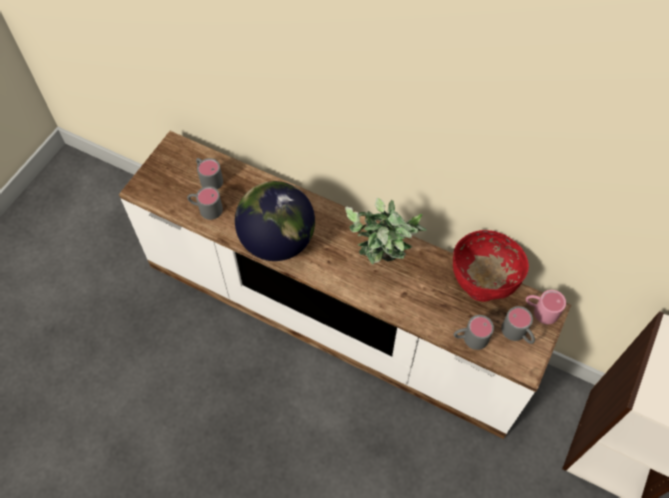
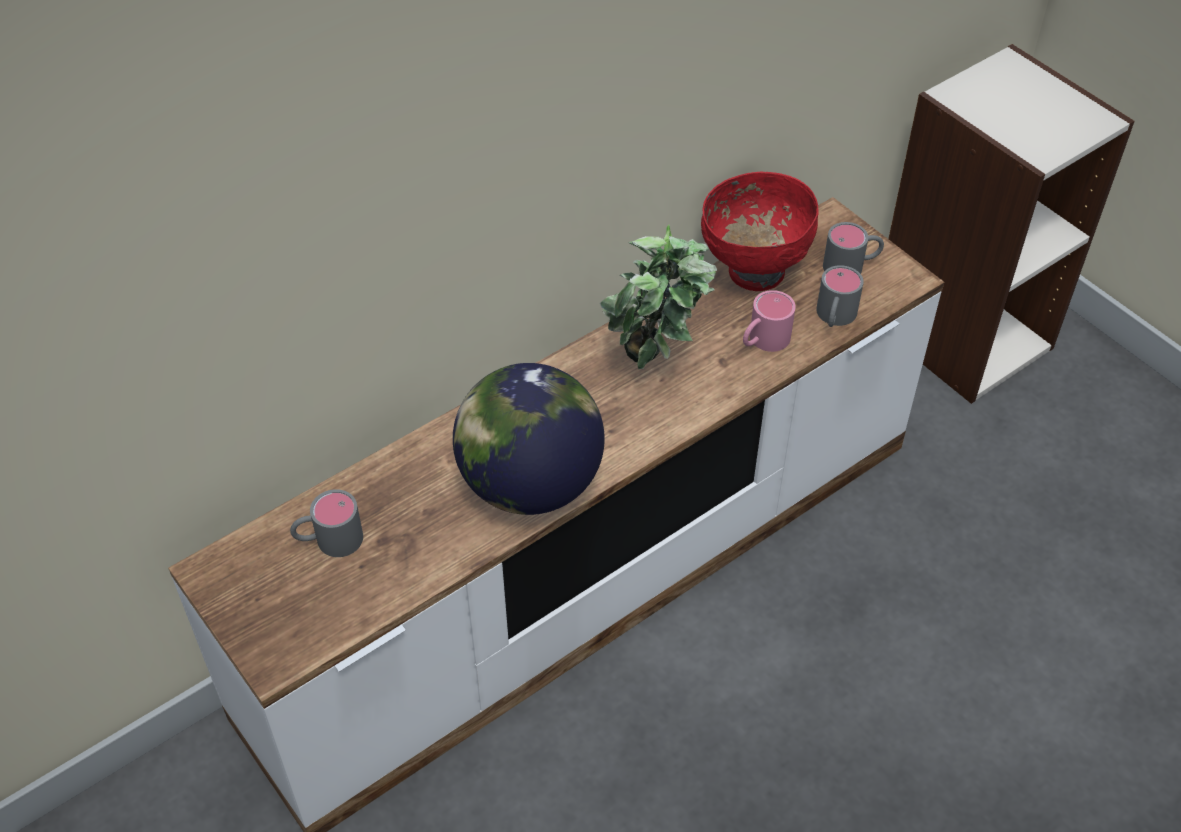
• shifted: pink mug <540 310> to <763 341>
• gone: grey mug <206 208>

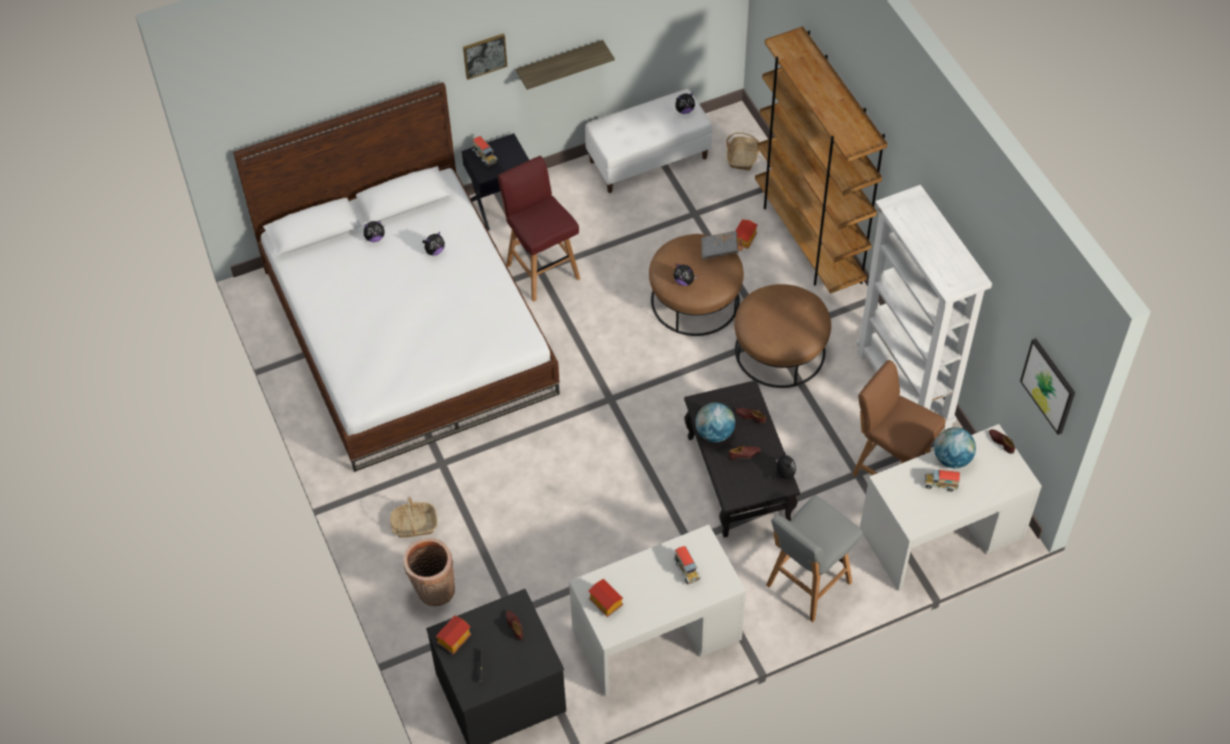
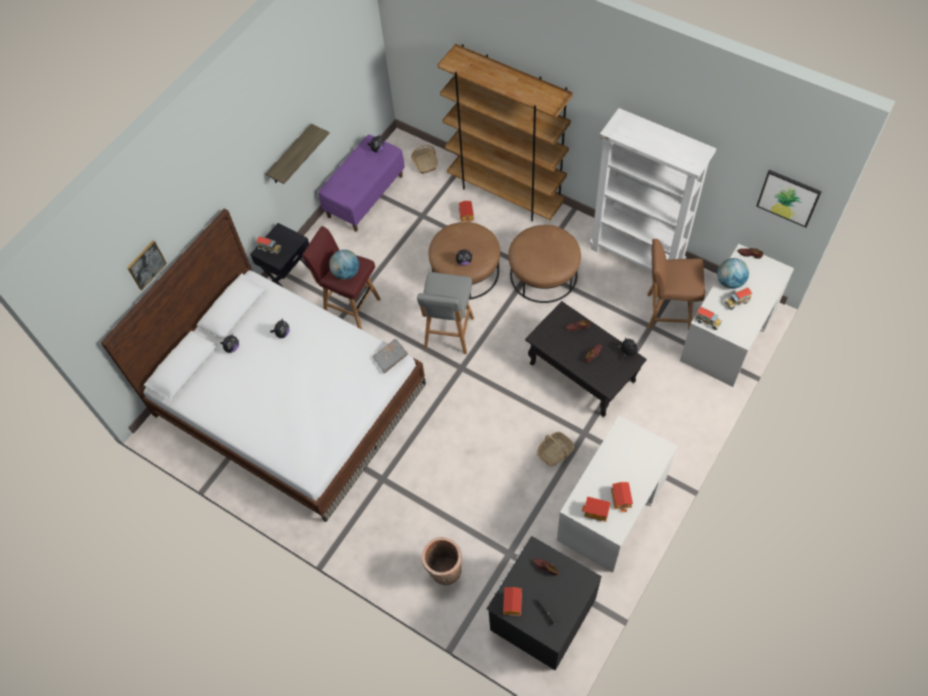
• shifted: picture <484 55> to <146 264>
• repainted: white bench <648 159> to purple bench <365 196>
• shifted: globe <714 433> to <346 273>
• shifted: grey book <719 249> to <390 358>
• shifted: grey stool <807 585> to <448 334>
• shifted: basket <414 525> to <555 452>
• new: toy house <621 499>
• shifted: toy truck <686 571> to <707 322>

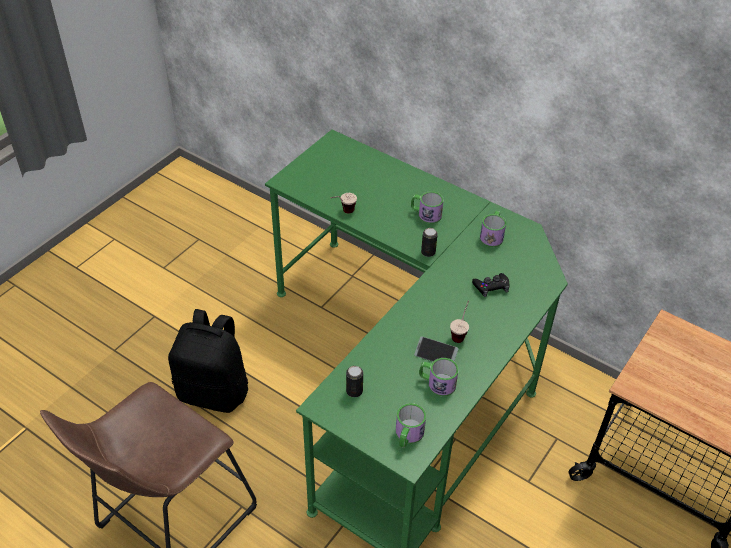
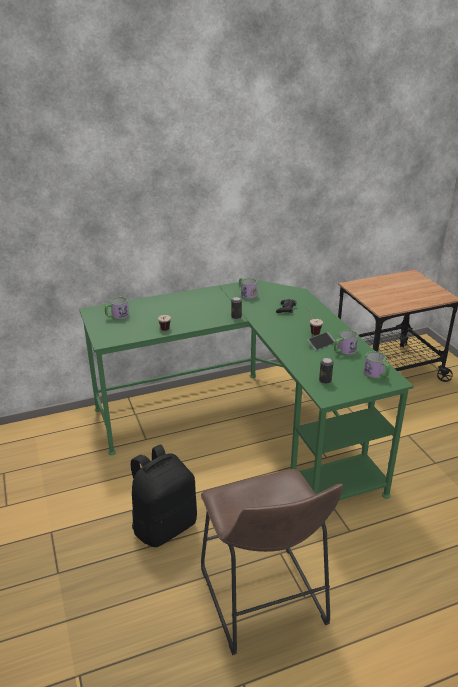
• shifted: mug <425 214> to <117 316>

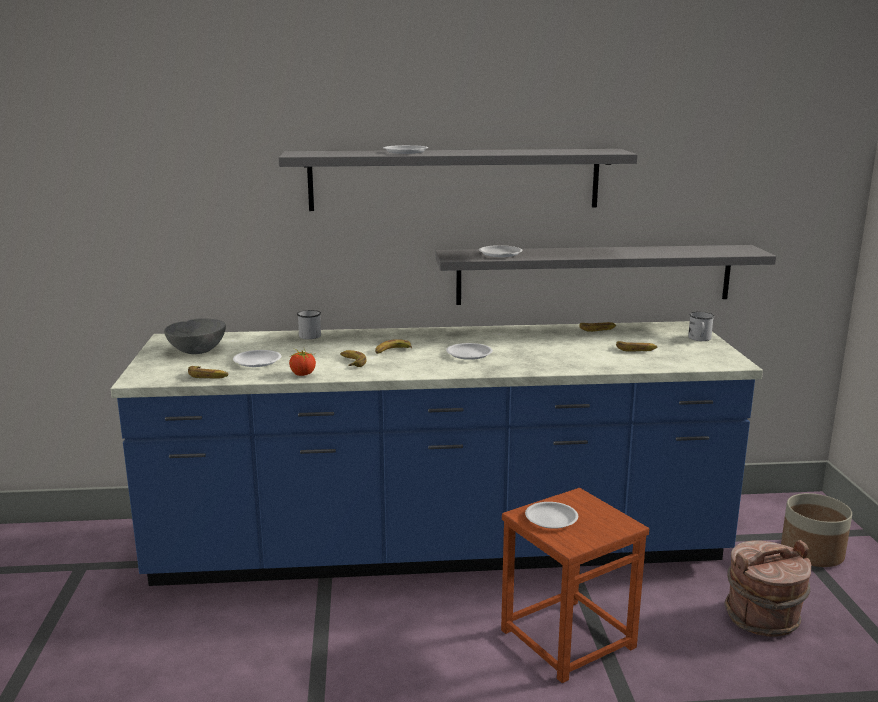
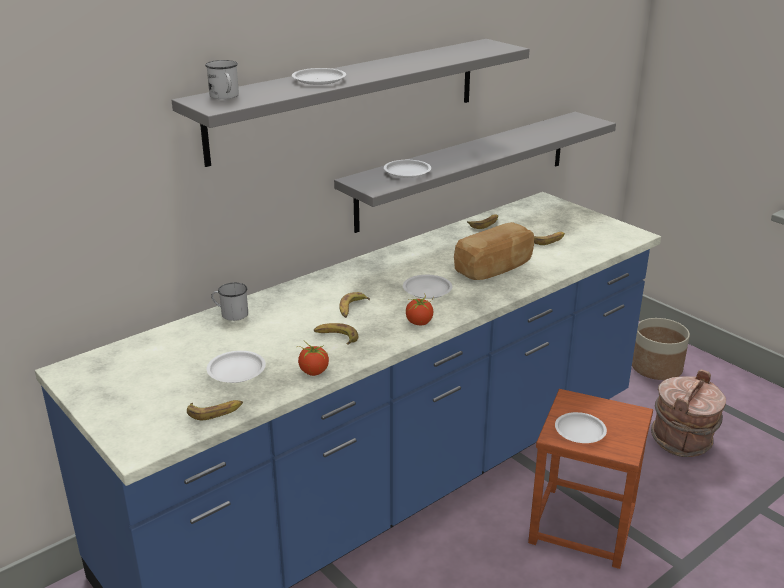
• shifted: white mug <700 339> to <225 96>
• new: tomato <419 322>
• new: bread <495 268>
• gone: grey bowl <197 350>

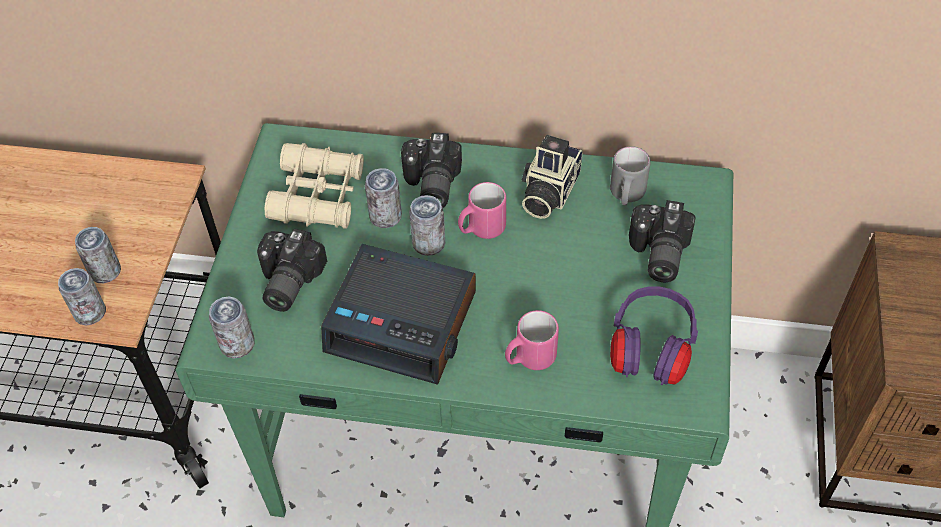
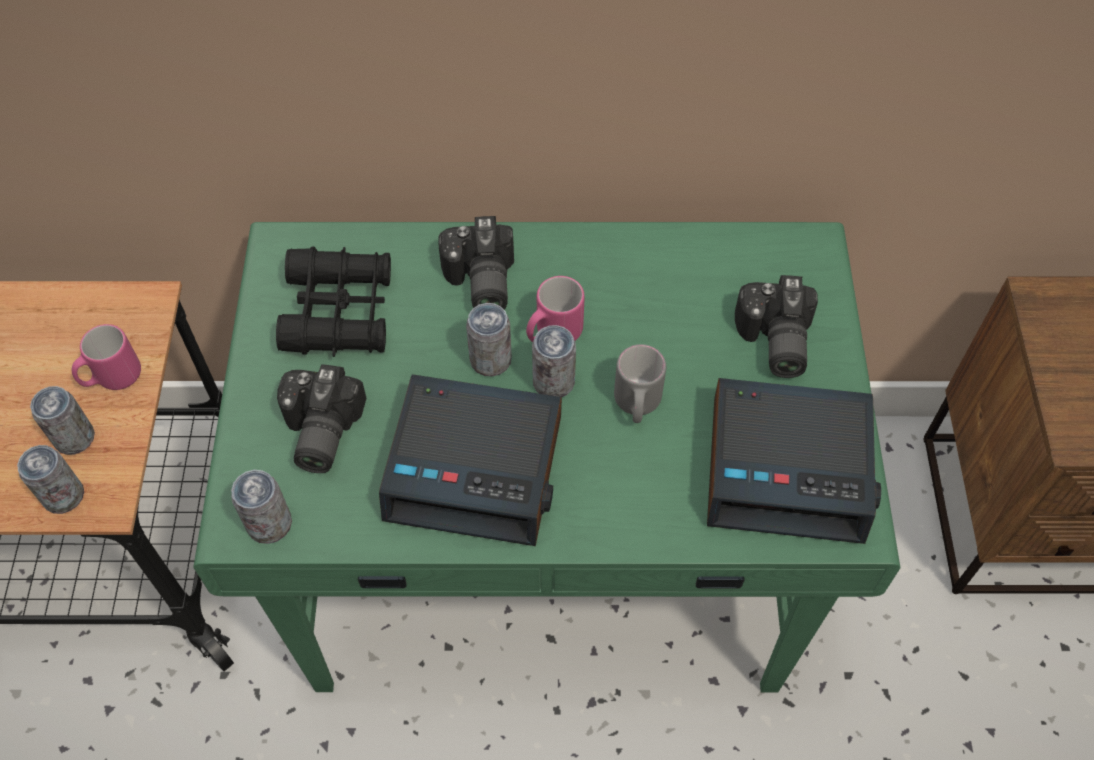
• shifted: pink mug <529 358> to <112 378>
• repainted: beige binoculars <318 195> to black binoculars <339 311>
• shifted: can <385 216> to <553 382>
• shifted: grey mug <626 195> to <637 405>
• swapped: purple headphones <650 350> to alarm clock <788 468>
• gone: photo camera <547 192>

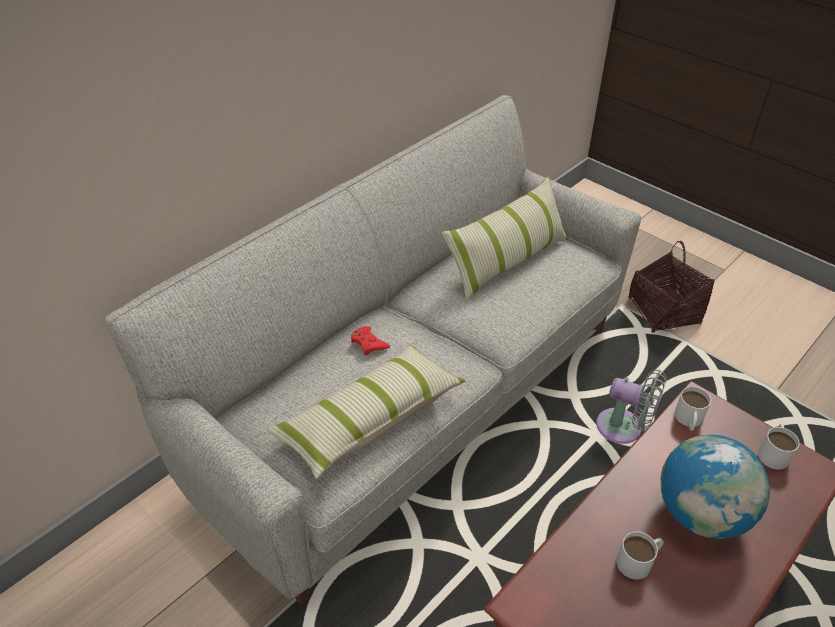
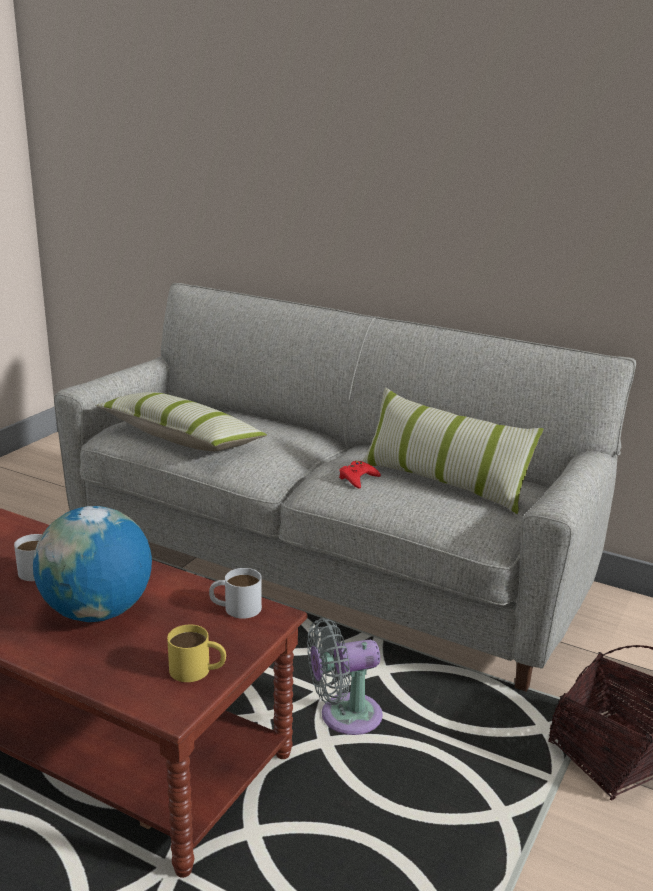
• repainted: white mug <773 452> to yellow mug <197 670>
• rotated: grey fan <624 429> = <344 717> 60 degrees clockwise
• shifted: red game controller <368 343> to <358 478>

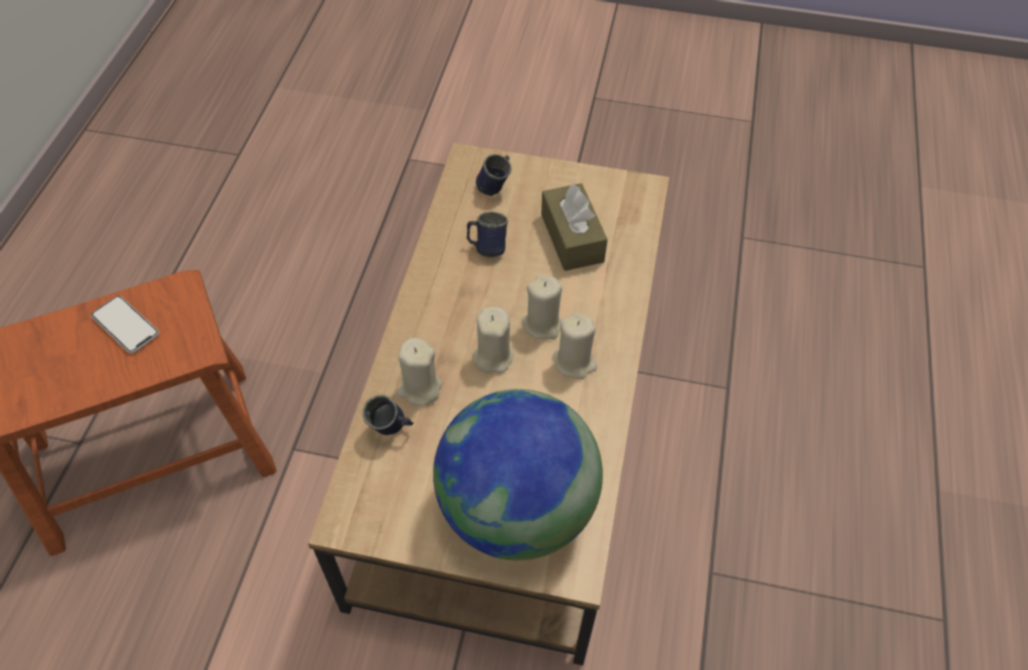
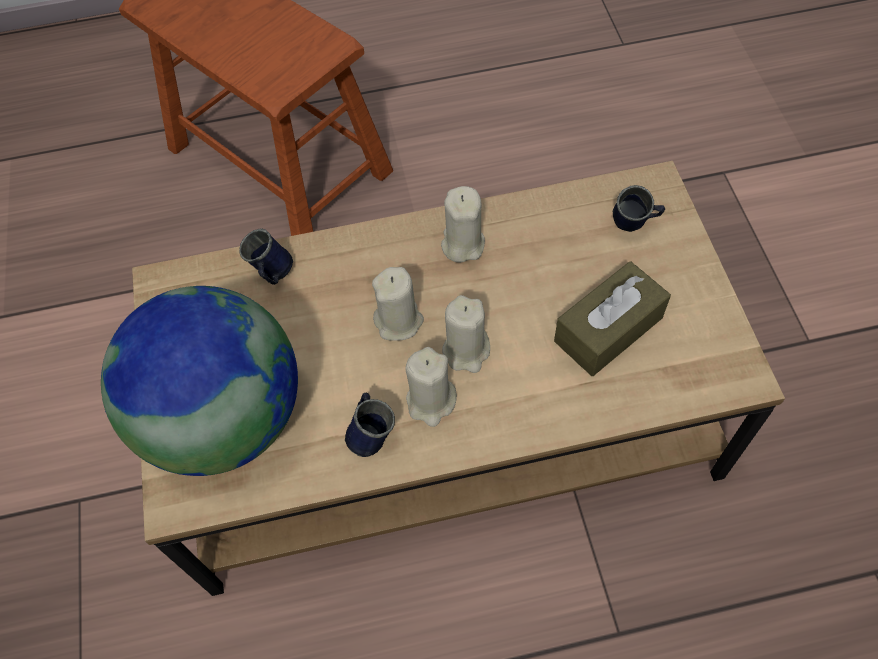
• shifted: blue mug <486 247> to <371 434>
• shifted: beige candle <419 388> to <462 244>
• gone: phone <125 325>

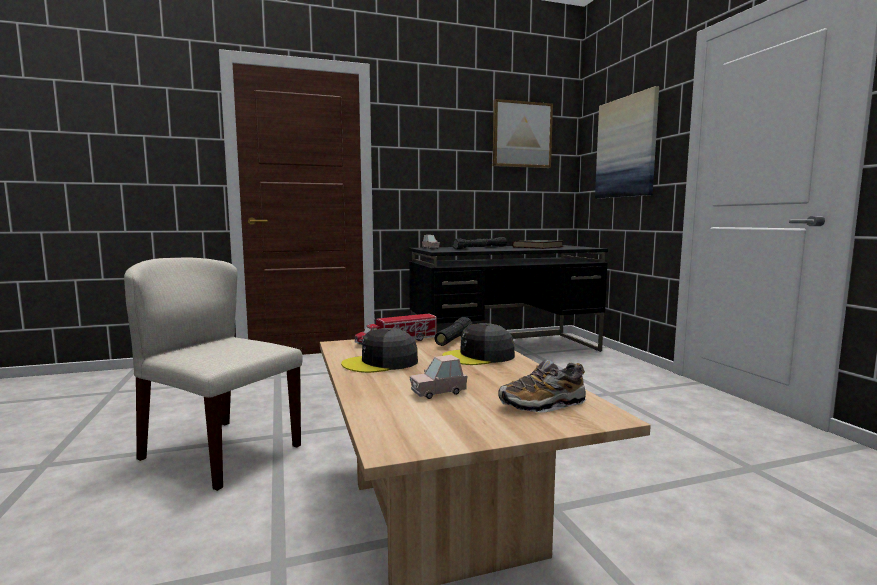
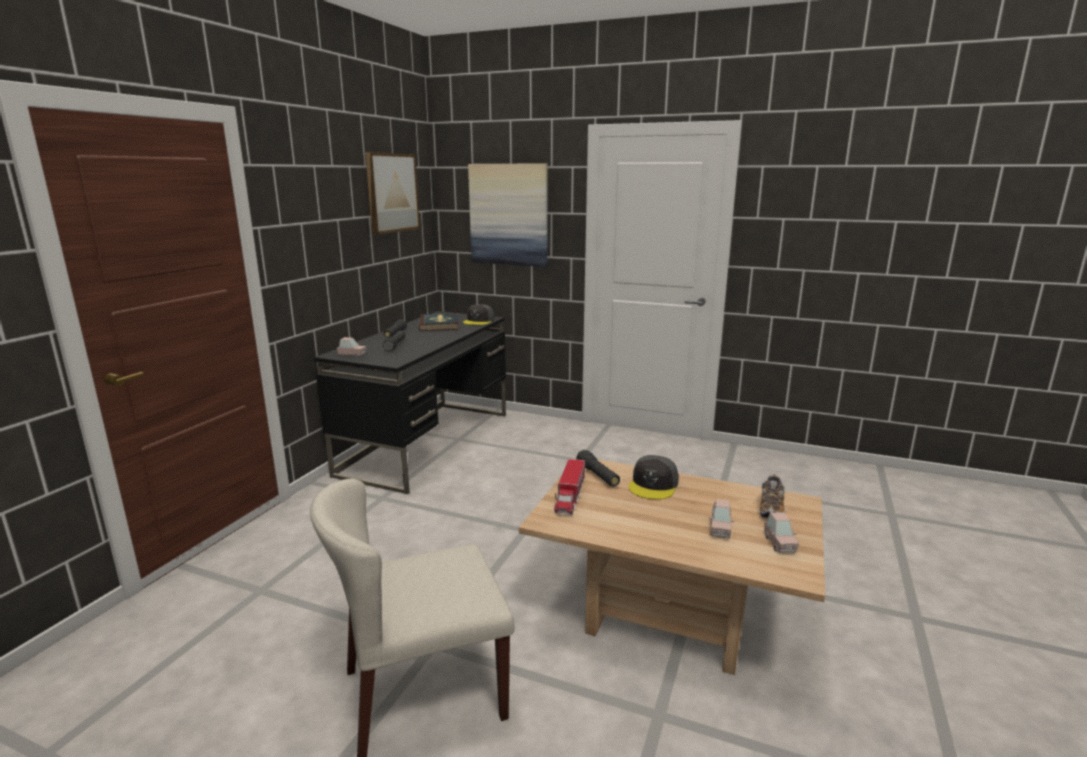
• shifted: grey cap <381 363> to <479 321>
• new: pink toy car <779 543>

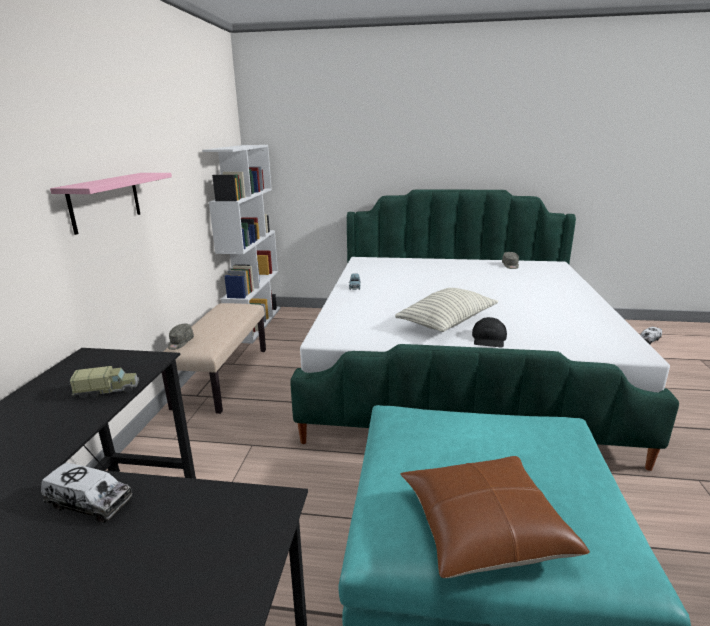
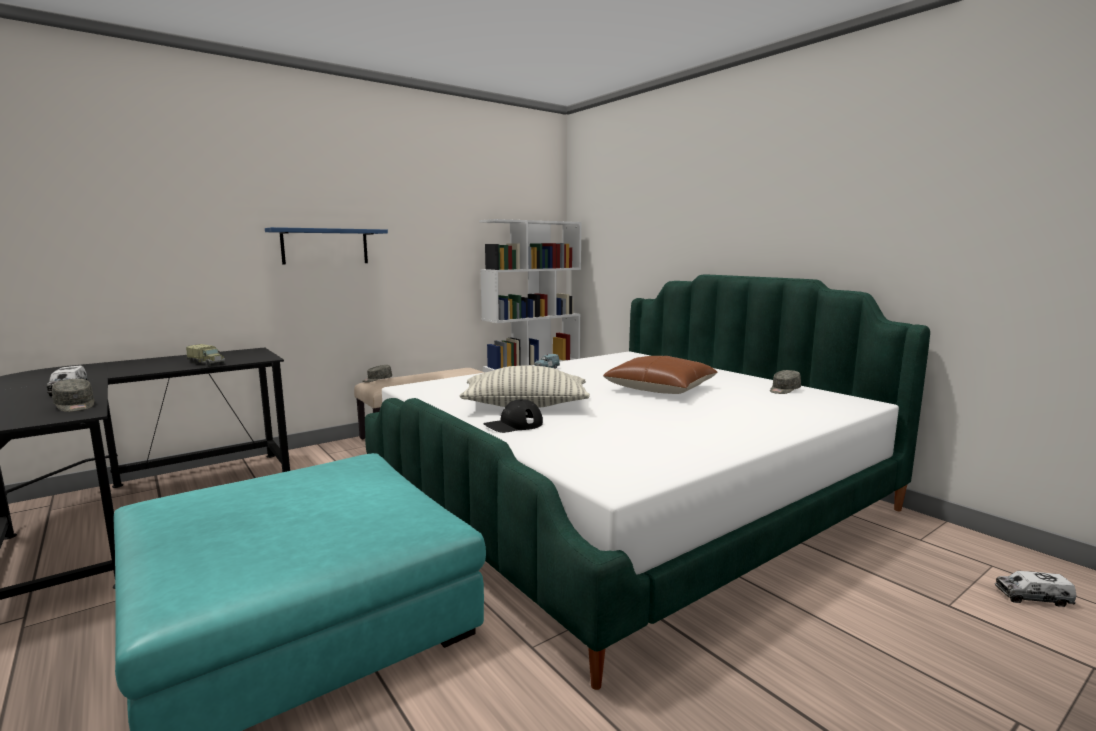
• new: grey cap <75 406>
• repainted: pink shelf <105 201> to blue shelf <325 246>
• shifted: brown pillow <483 527> to <660 388>

